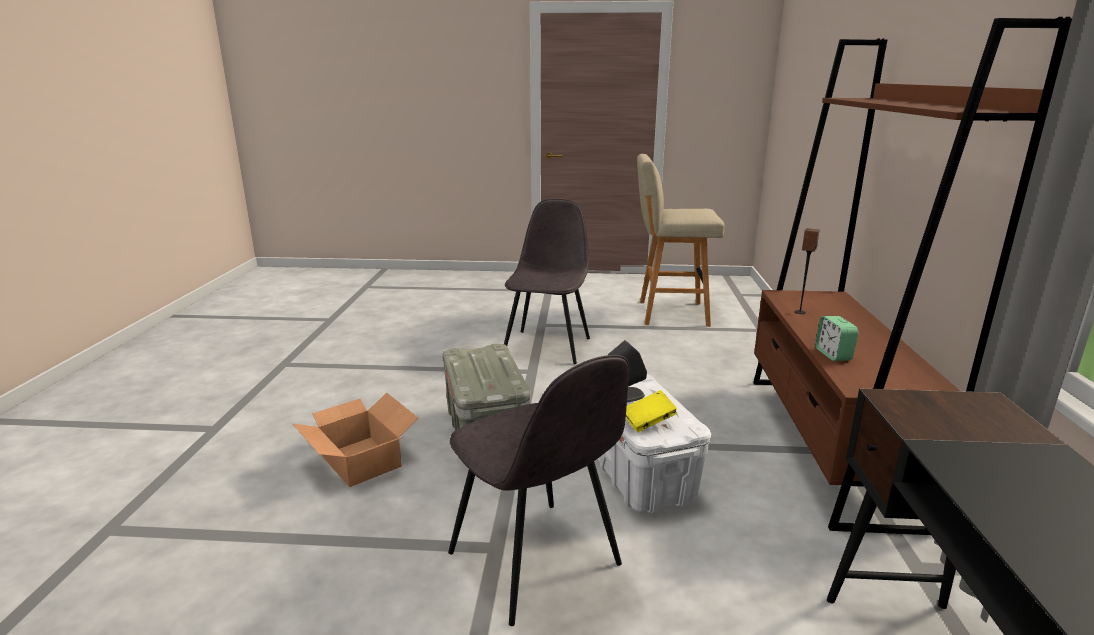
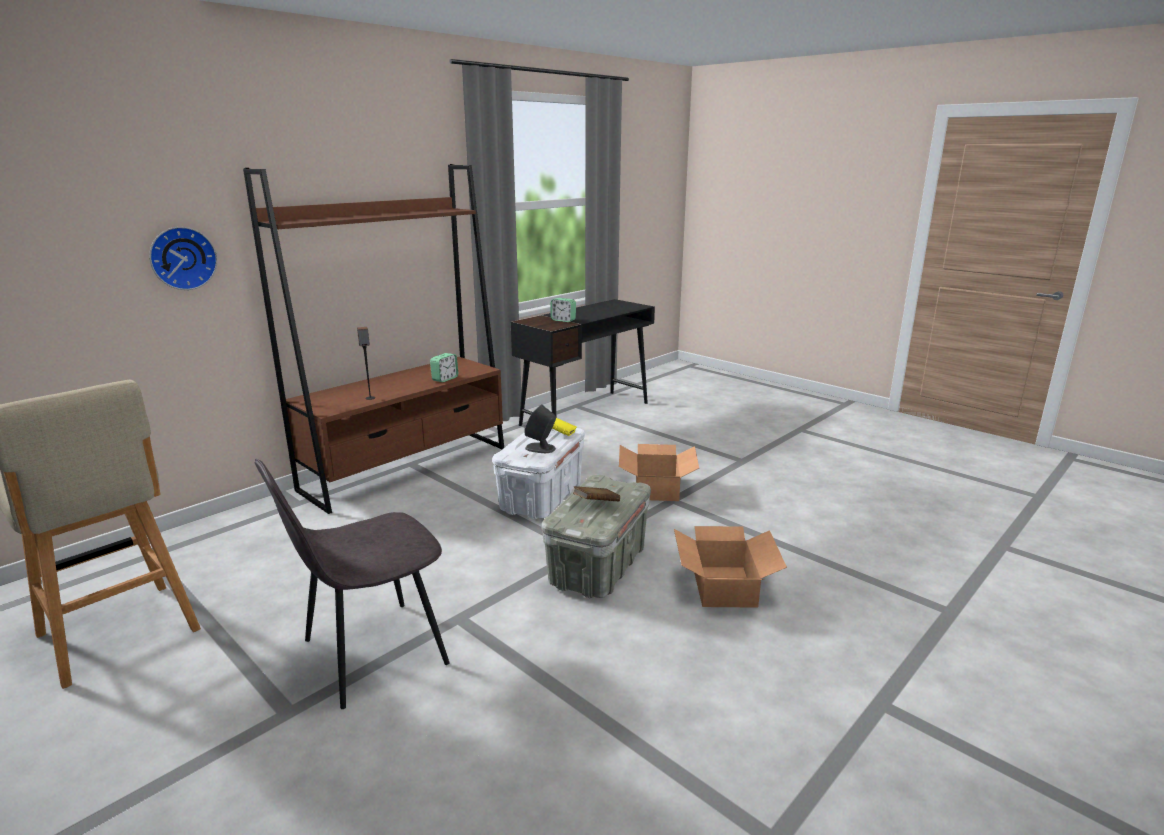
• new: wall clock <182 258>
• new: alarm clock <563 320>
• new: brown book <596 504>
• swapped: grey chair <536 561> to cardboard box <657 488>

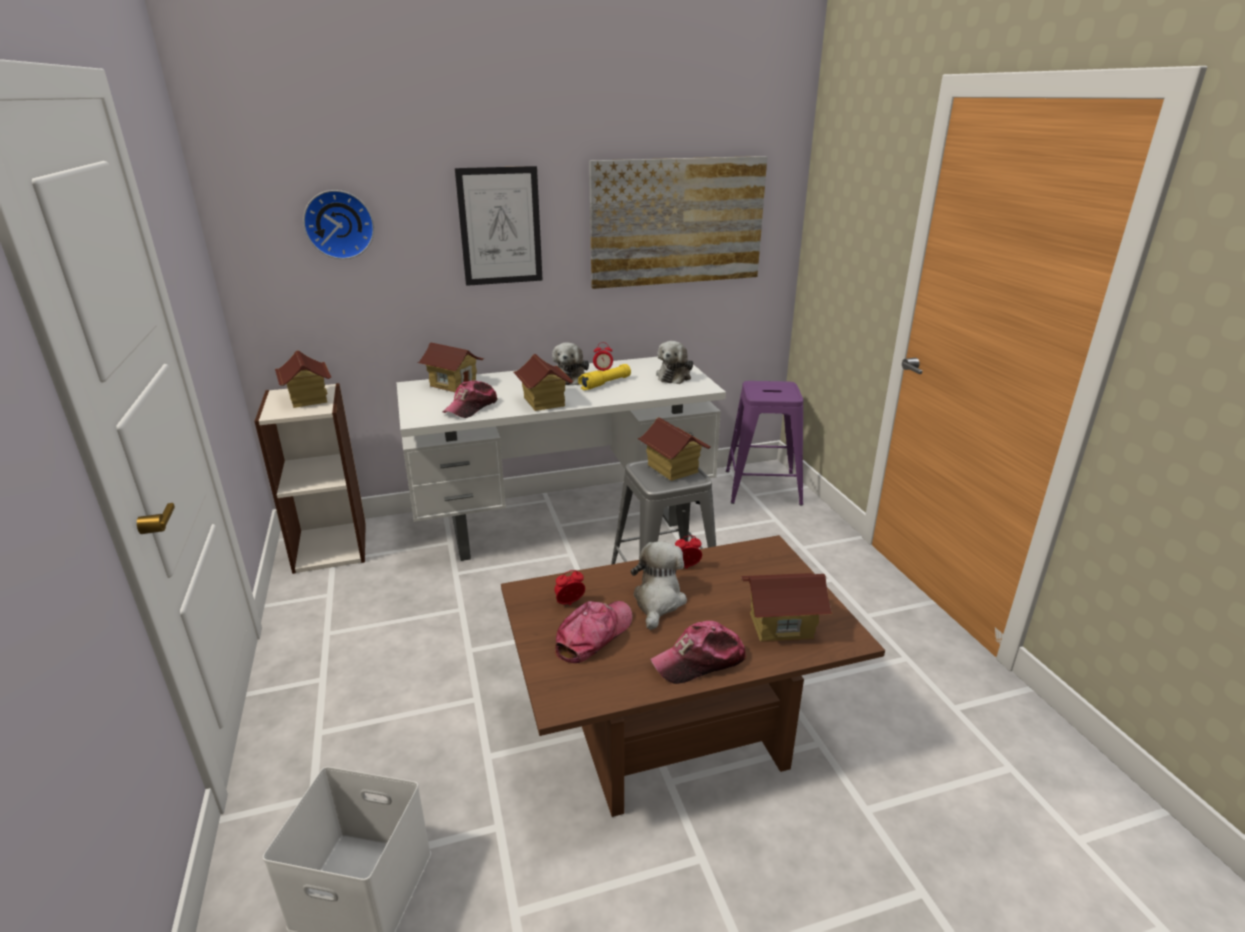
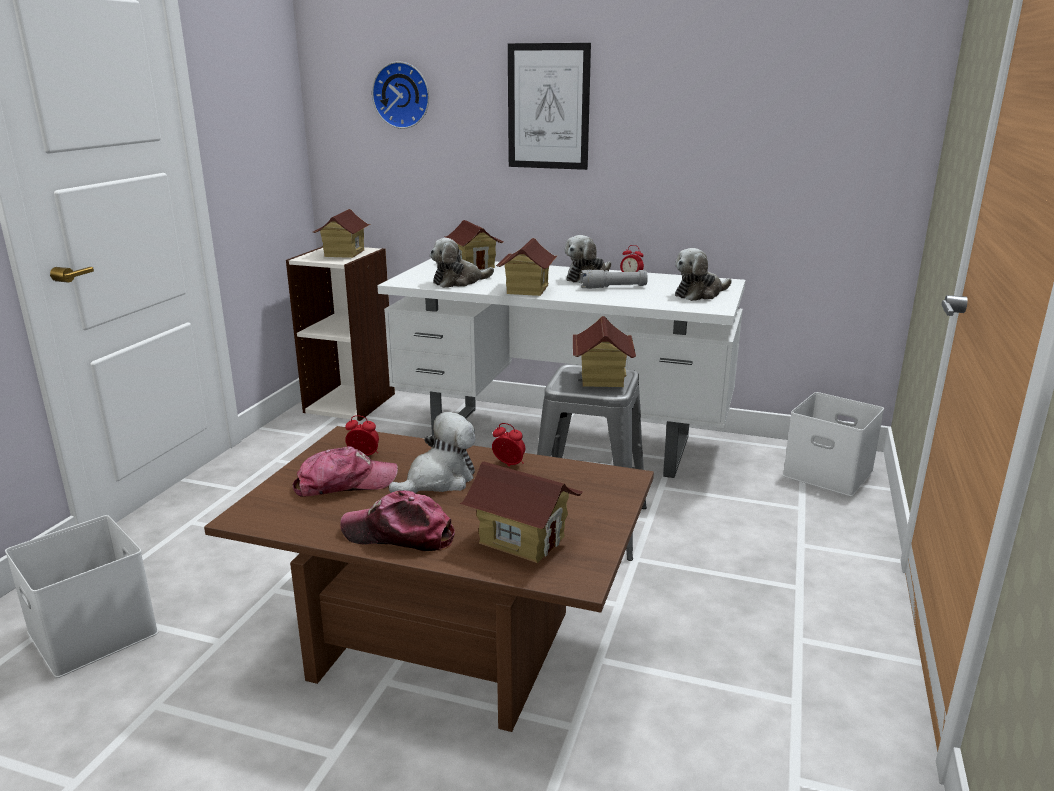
• swapped: cap <471 407> to plush toy <459 282>
• repainted: yellow flashlight <605 383> to grey flashlight <613 287>
• swapped: purple stool <762 487> to white storage box <825 473>
• gone: picture <677 222>

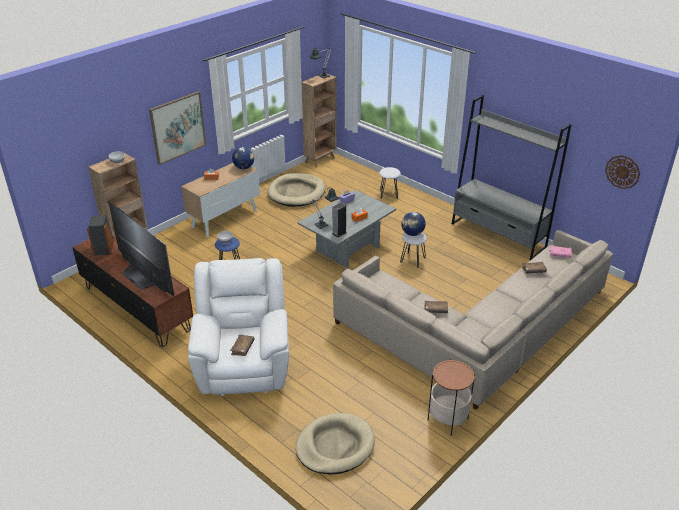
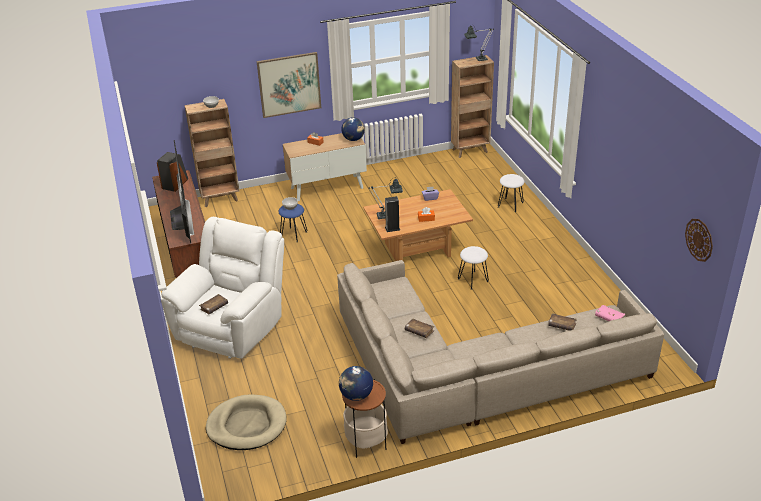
• shifted: globe <412 234> to <356 395>
• repainted: grey coffee table <347 248> to brown coffee table <417 248>
• gone: beige dog bed <296 192>
• gone: grey bookcase <498 235>

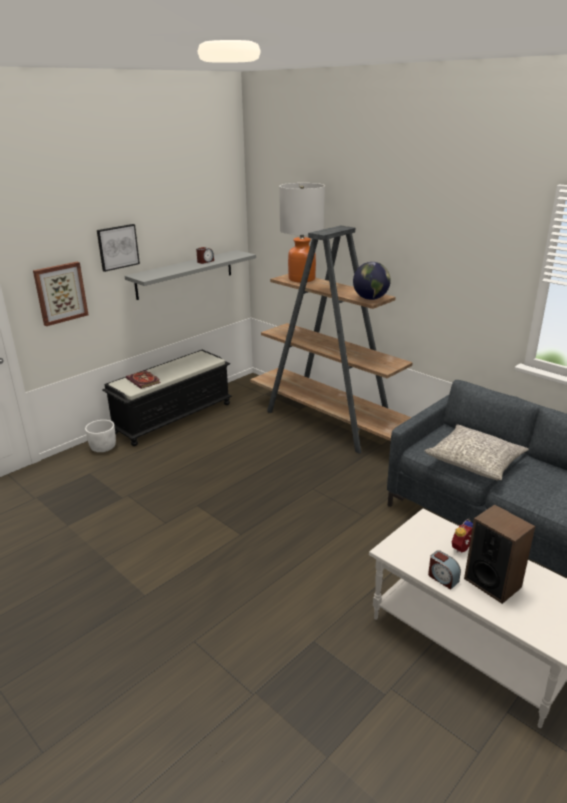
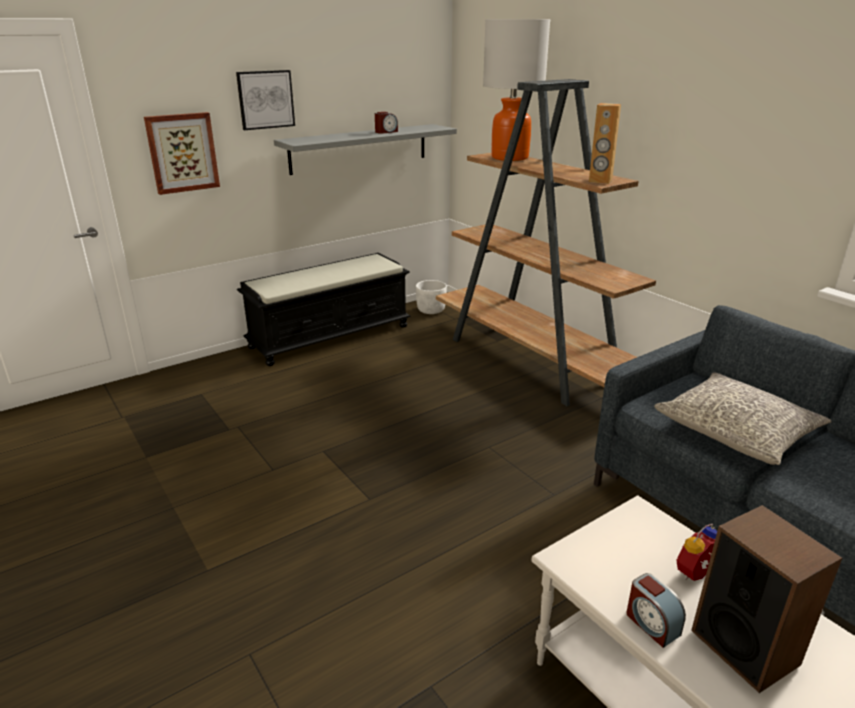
• shifted: white planter <103 447> to <431 310>
• swapped: globe <370 299> to brown speaker <600 181>
• gone: book <144 381>

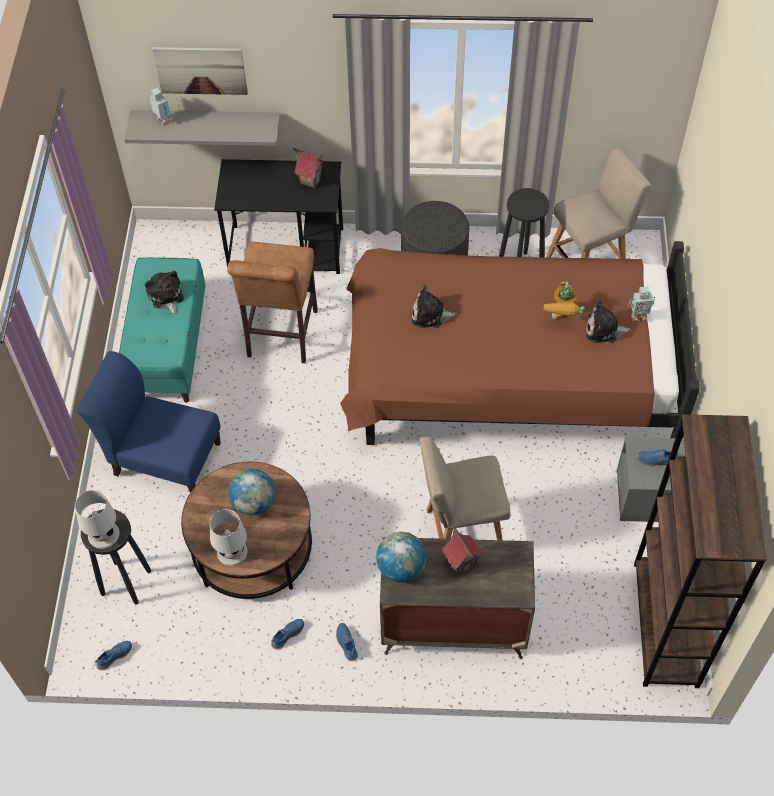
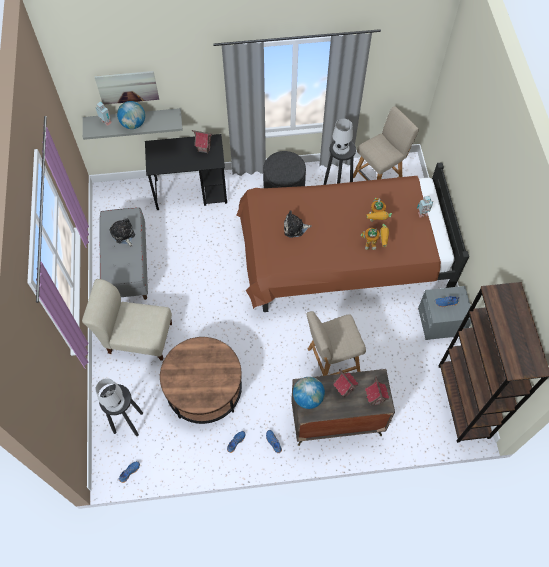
• repainted: blue chair <163 456> to beige chair <137 337>
• repainted: turquoise bench <168 348> to grey bench <127 265>
• shifted: globe <254 503> to <133 124>
• shifted: white table lamp <231 551> to <340 147>
• new: toy robot <374 244>
• new: toy house <375 398>
• gone: brown stool <281 337>
• gone: plush toy <604 330>

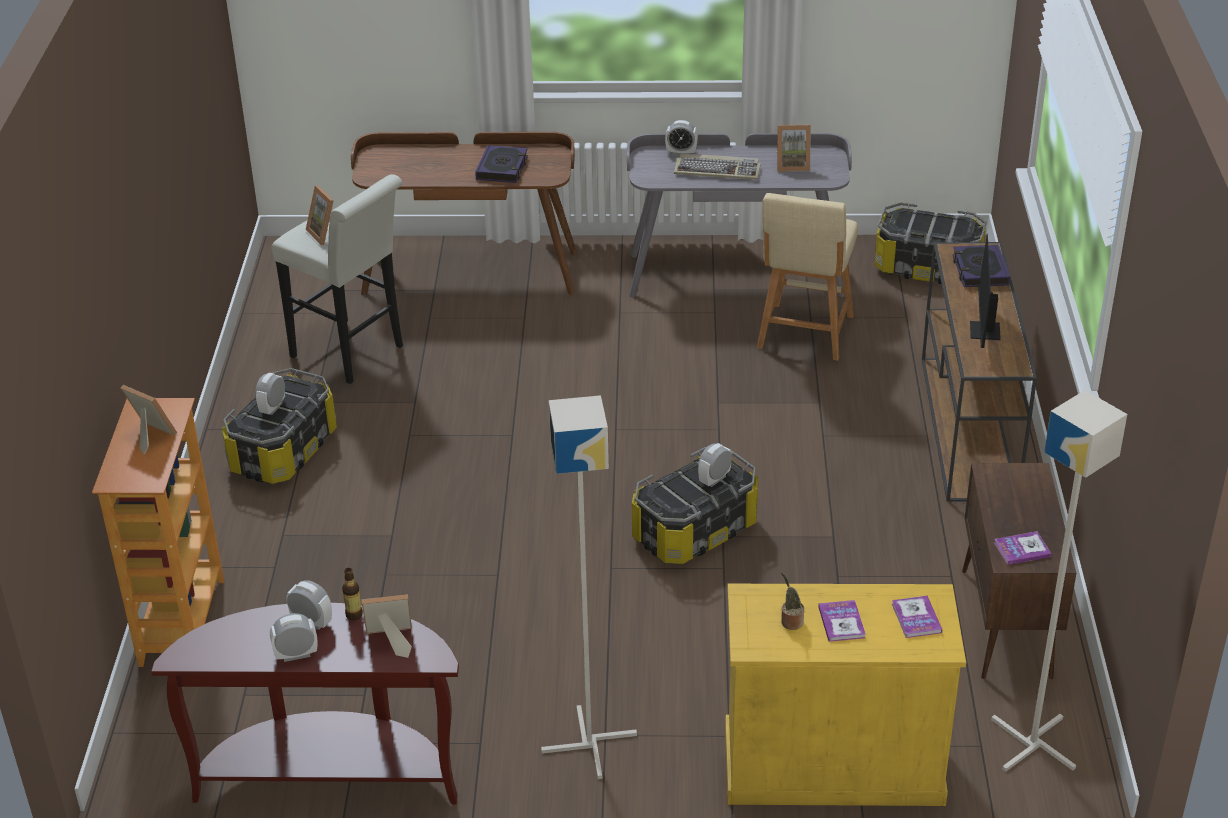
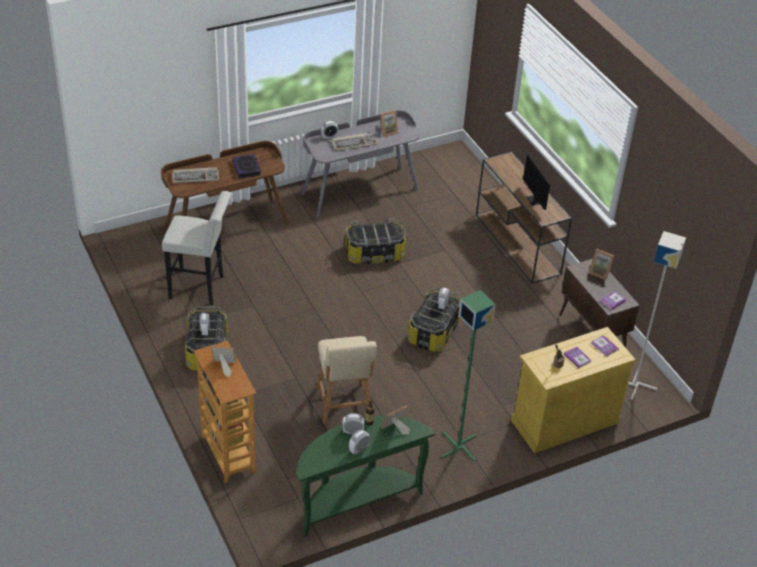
• new: keyboard <195 177>
• repainted: brown console table <330 773> to green console table <356 501>
• shifted: beige stool <804 335> to <344 405>
• shifted: storage box <928 267> to <374 253>
• repainted: grey floor lamp <590 742> to green floor lamp <459 446>
• shifted: picture frame <326 233> to <600 272>
• gone: book <979 270>

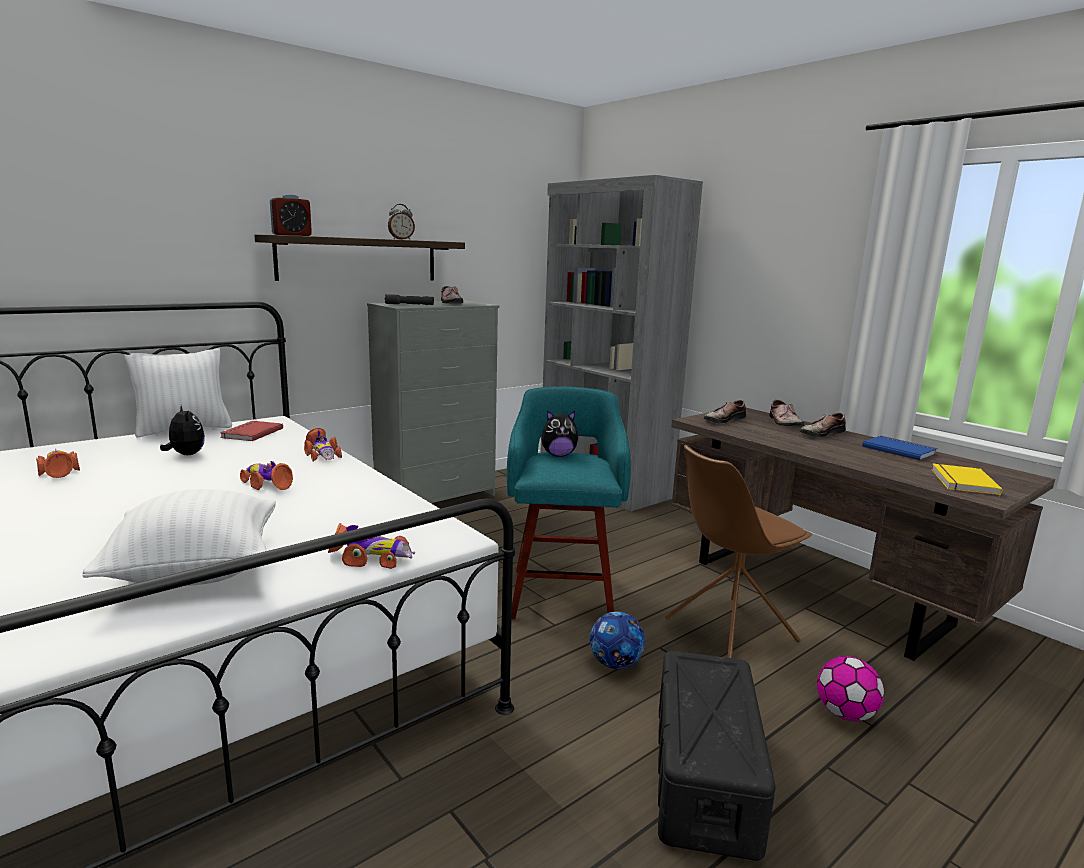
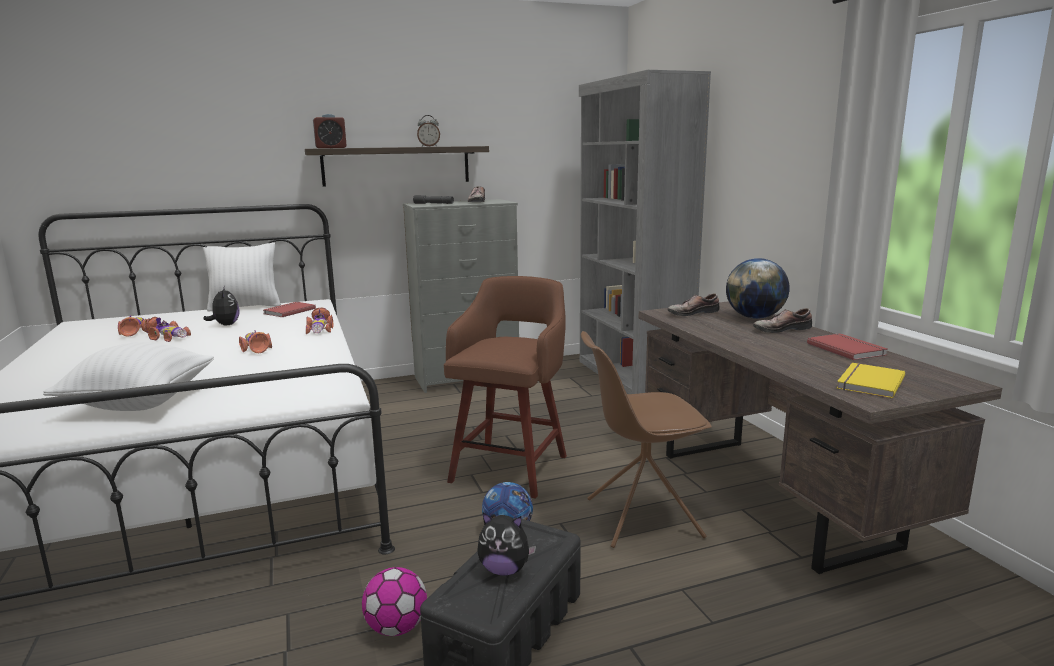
• shifted: toy car <370 557> to <168 337>
• shifted: football <845 714> to <396 628>
• repainted: turquoise stool <562 592> to brown stool <511 467>
• shifted: plush toy <558 455> to <504 570>
• swapped: shoe <783 422> to globe <755 317>
• repainted: blue book <899 450> to red book <847 349>

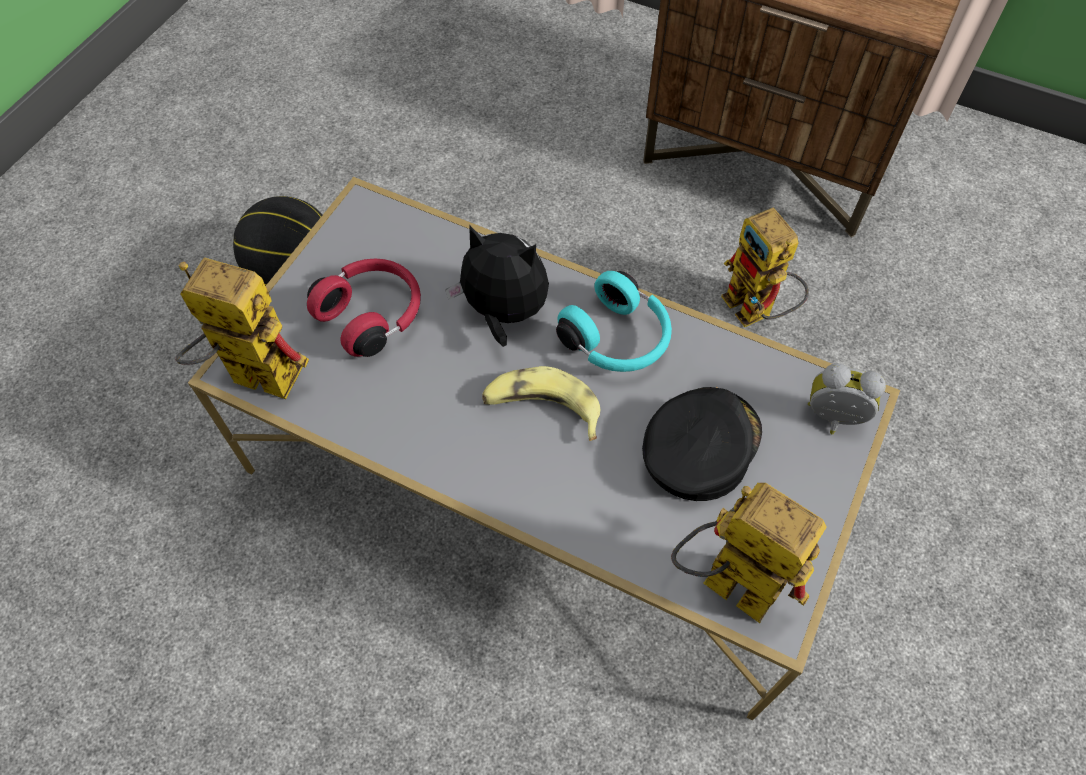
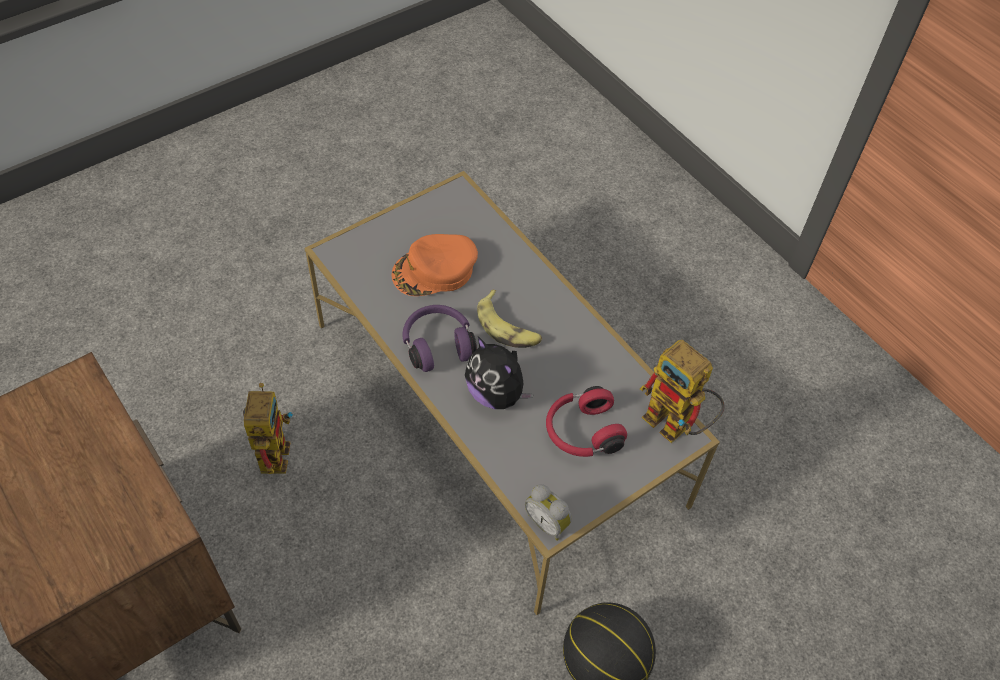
• repainted: black cap <699 445> to orange cap <435 271>
• repainted: turquoise headphones <617 339> to purple headphones <437 344>
• shifted: alarm clock <833 419> to <548 522>
• gone: toy robot <723 582>

